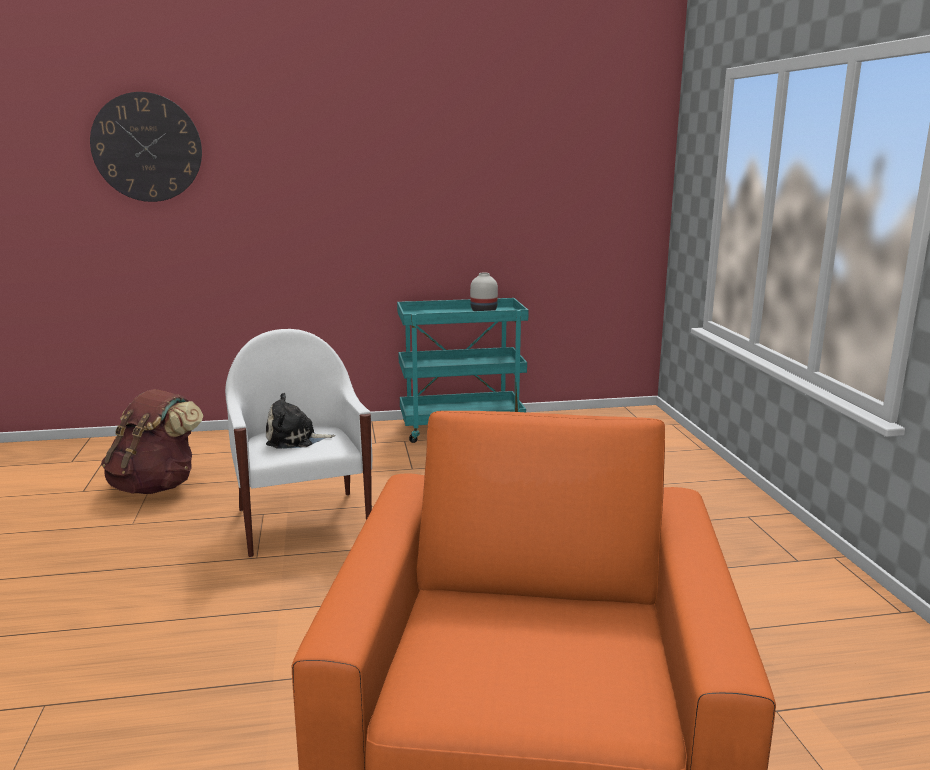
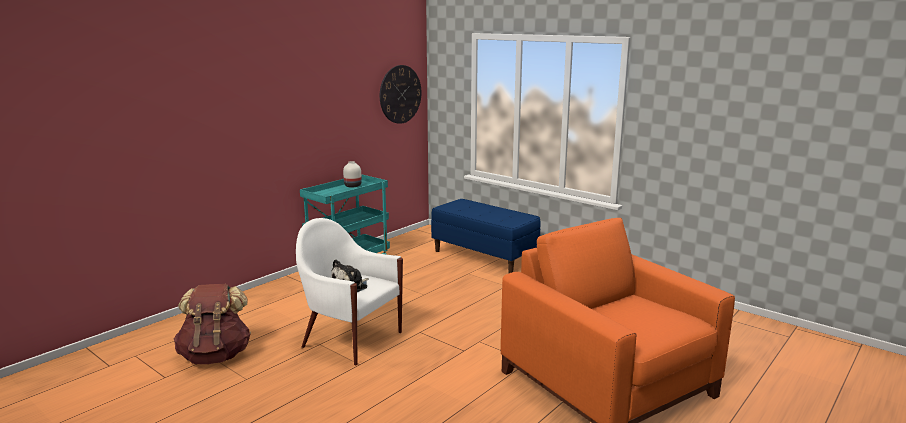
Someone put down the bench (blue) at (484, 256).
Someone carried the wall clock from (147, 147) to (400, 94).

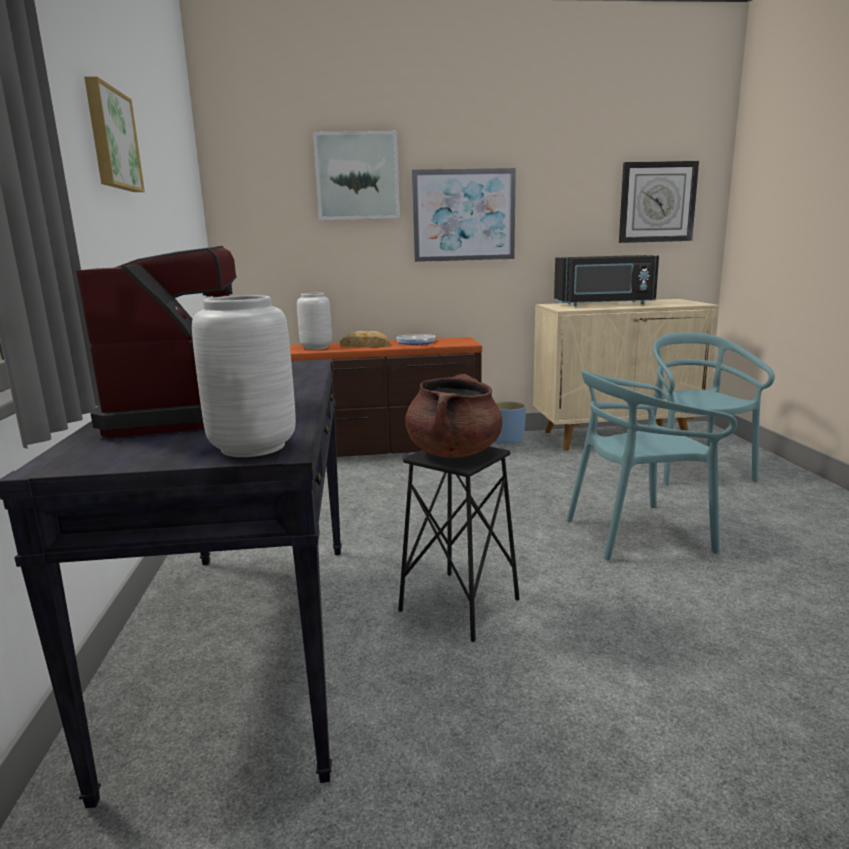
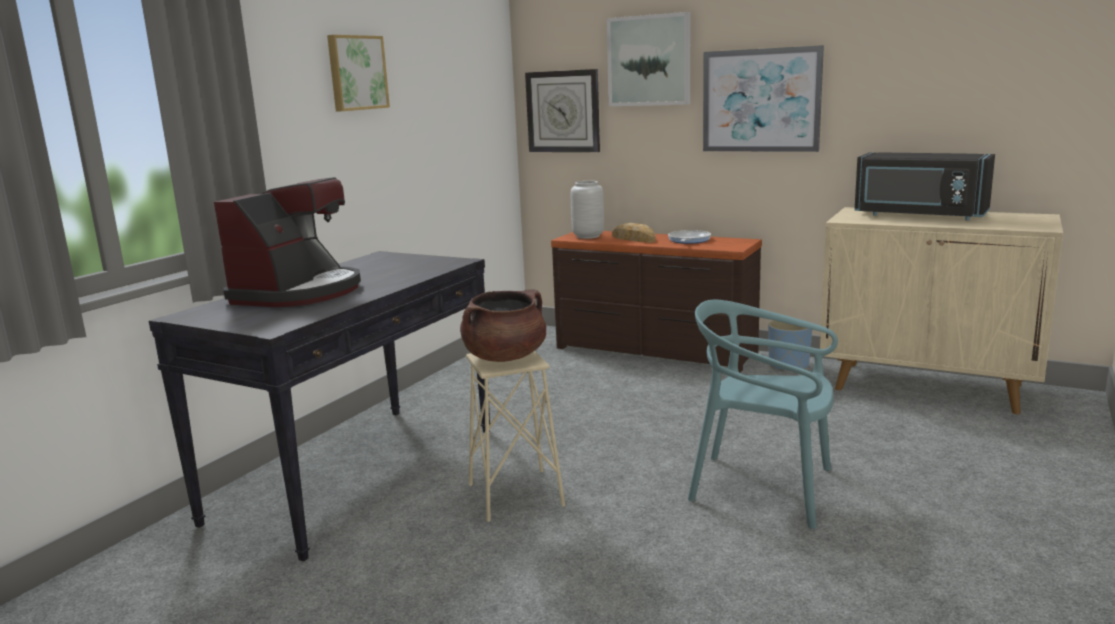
Someone took away the vase (grey) at (252, 448).
Someone took away the chair (turquoise) at (692, 468).
Someone carried the wall clock from (657, 202) to (563, 111).
Someone repainted the stool (black) at (460, 605), which became the stool (beige) at (516, 495).

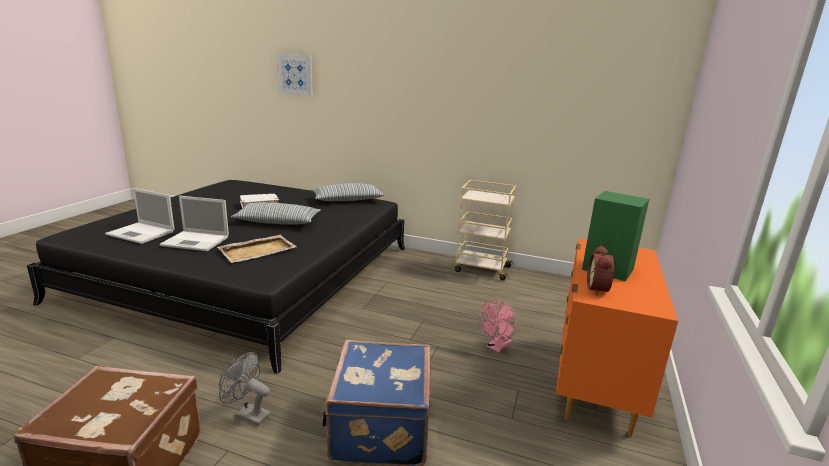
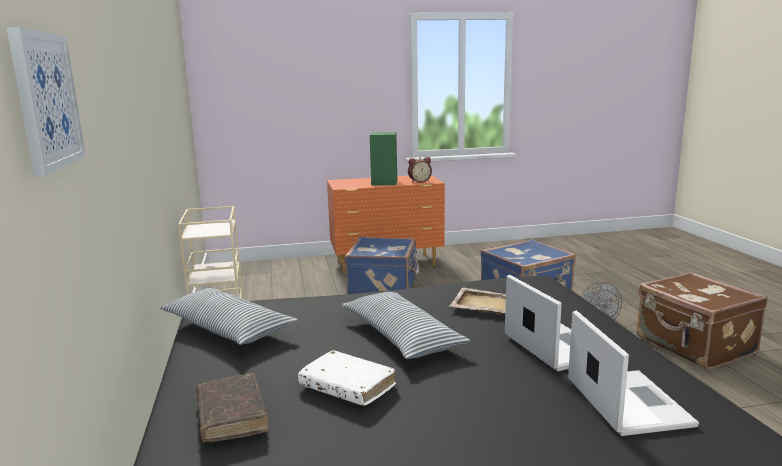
Someone put down the book (brown) at (231, 416).
Someone swapped the fan (pink) at (497, 347) for the suitcase (blue) at (384, 290).

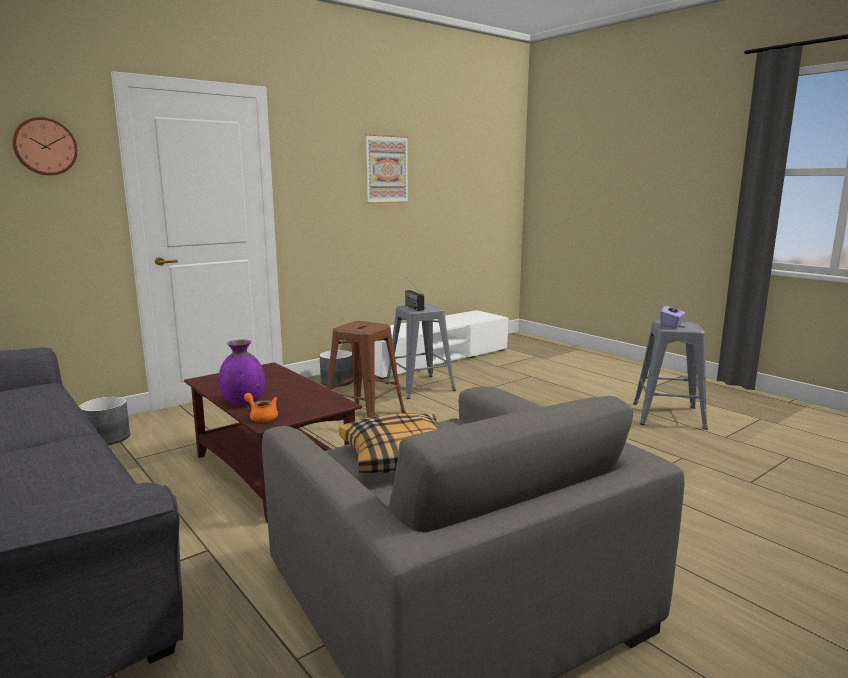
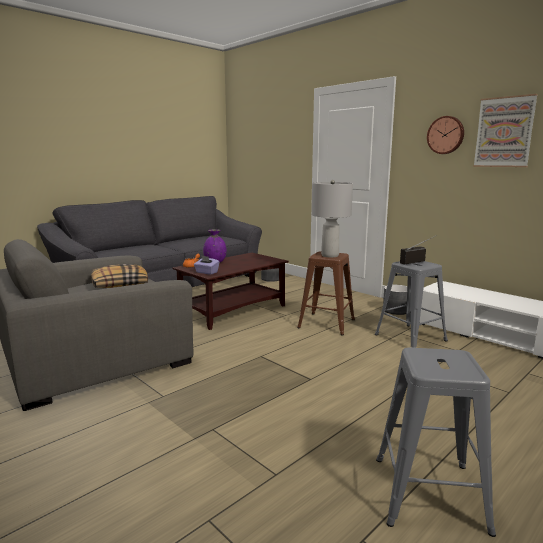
Someone put down the table lamp (grey) at (330, 255).
Someone carried the wall clock from (45, 146) to (446, 135).
Someone carried the tissue box (purple) from (671, 325) to (206, 272).

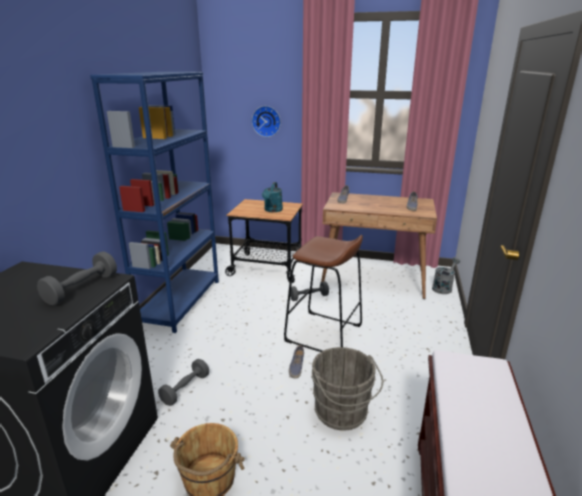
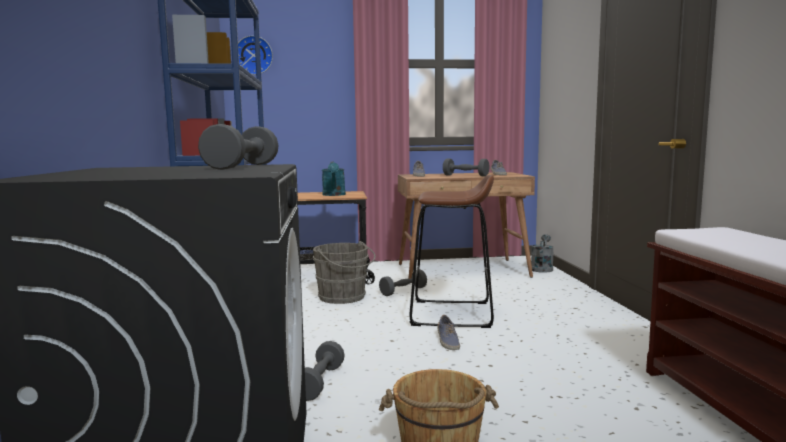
Someone put down the dumbbell (grey) at (465, 175).
Someone carried the wall clock from (266, 121) to (254, 55).
Someone carried the bucket (grey) from (342, 413) to (344, 297).

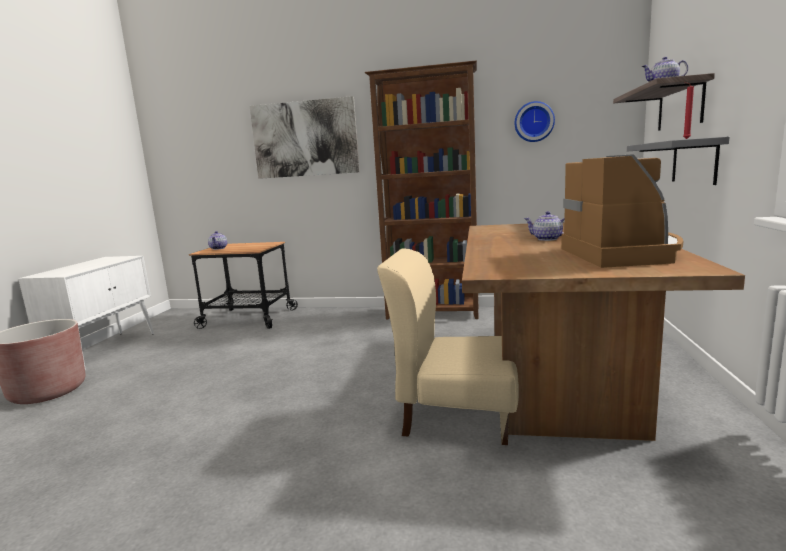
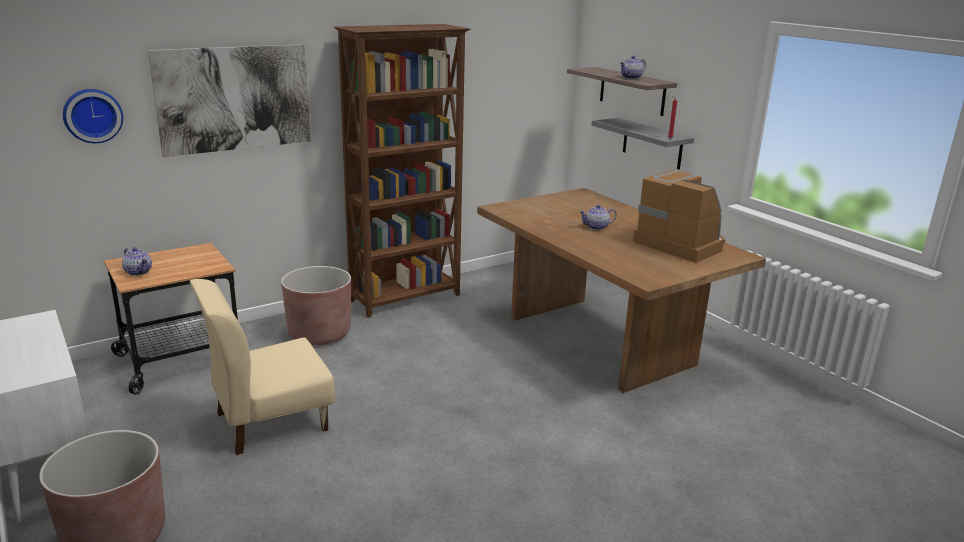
Someone put down the planter (brown) at (319, 334).
Someone carried the chair (beige) from (456, 415) to (270, 421).
Someone carried the wall clock from (534, 122) to (92, 115).

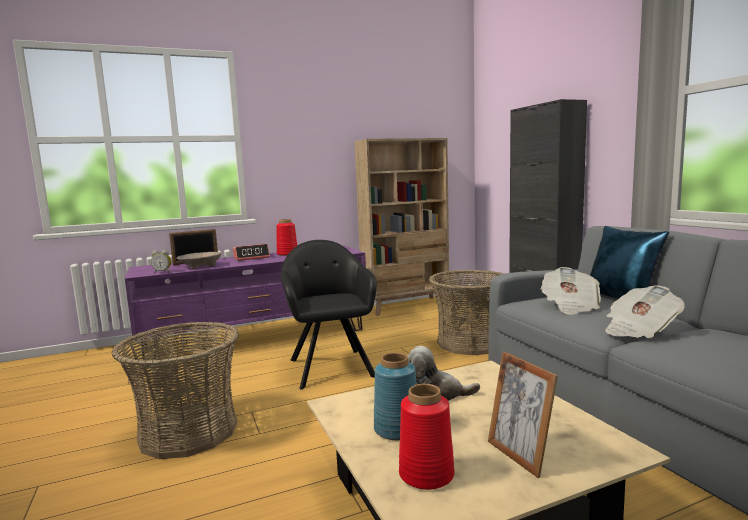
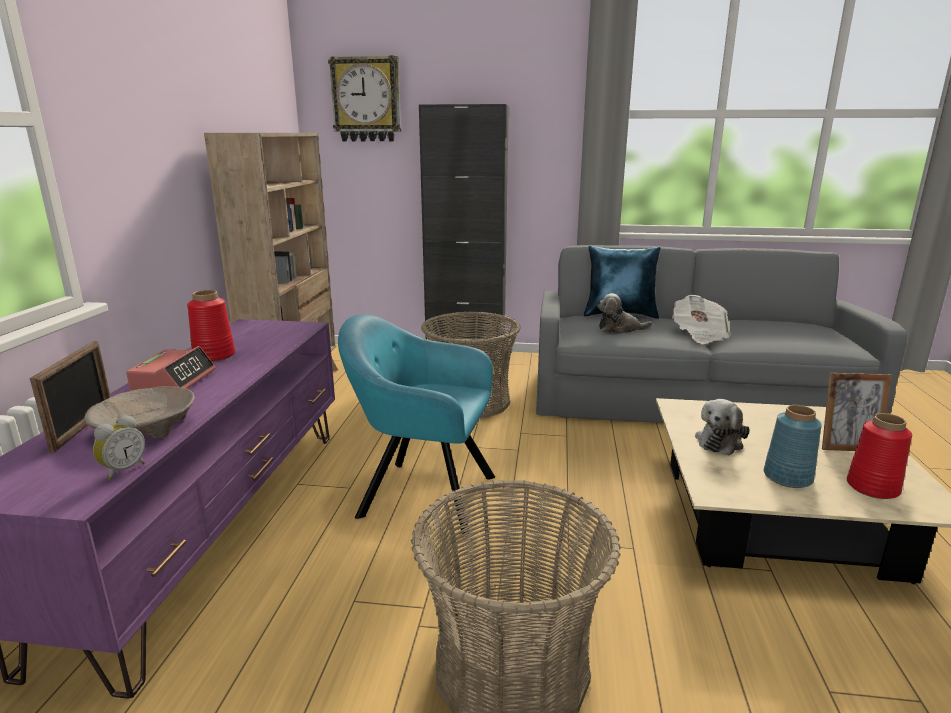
Someone put up the wall clock at (367, 100).
Someone swapped the newspaper at (570, 306) for the plush toy at (619, 329).
Someone repainted the armchair (black) at (330, 366), which became the armchair (turquoise) at (422, 495).

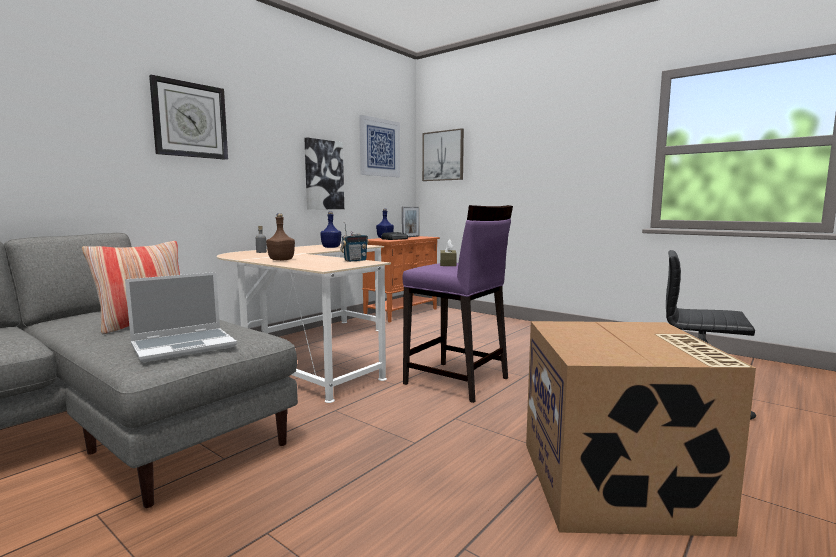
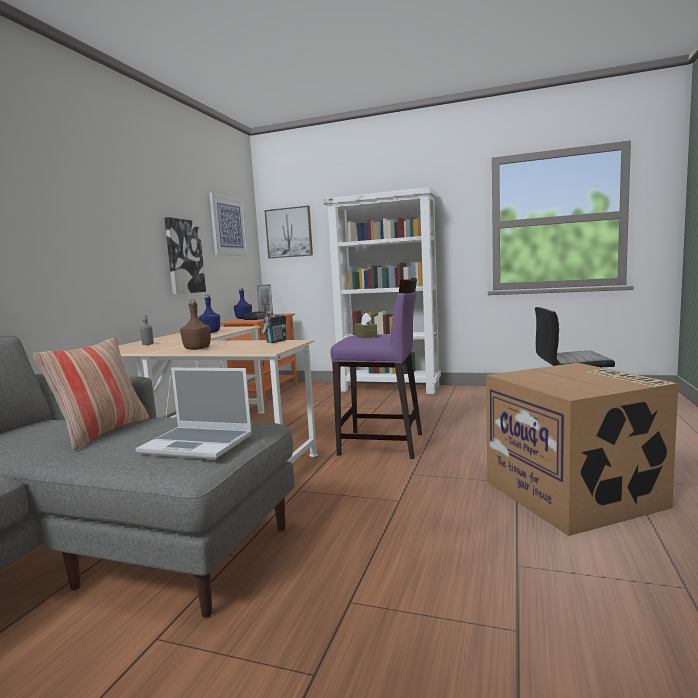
Someone took away the wall clock at (190, 120).
Someone put down the bookcase (white) at (390, 388).
Someone rotated the laptop at (185, 346) by 75 degrees clockwise.

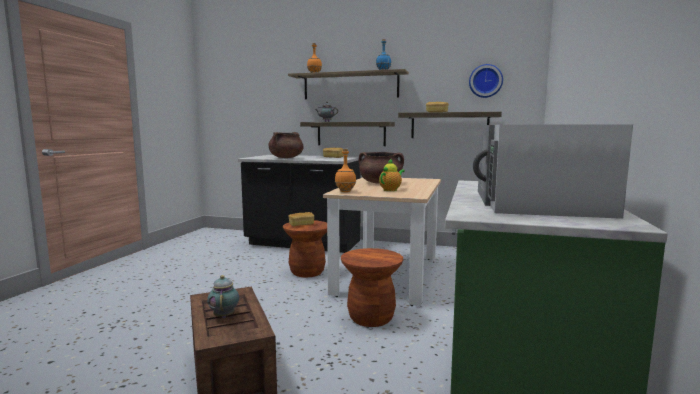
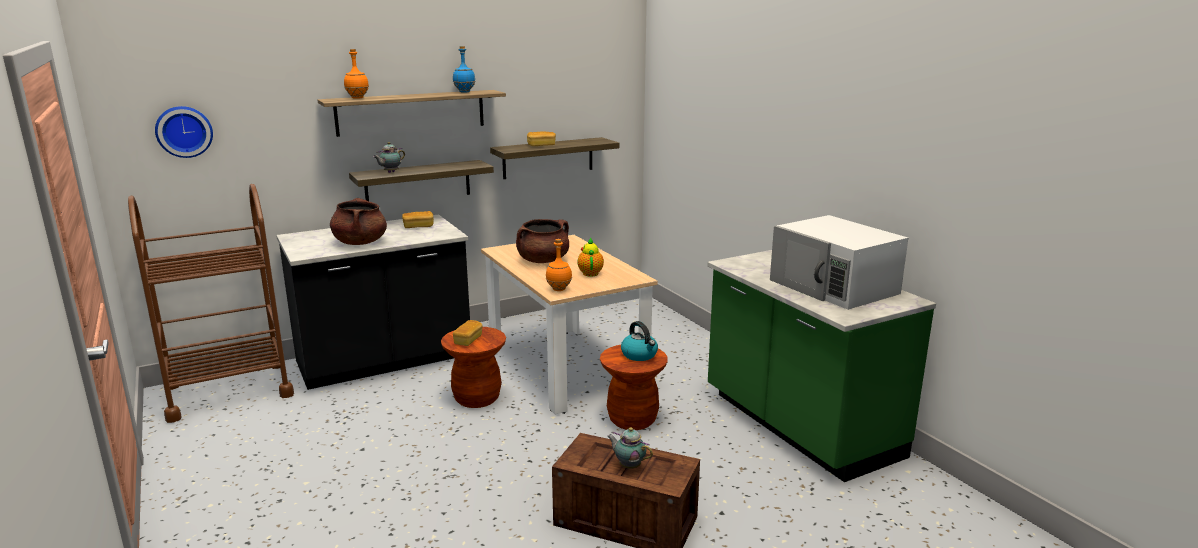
Someone put down the cart (brown) at (229, 391).
Someone put down the kettle at (640, 355).
Someone carried the wall clock from (485, 81) to (184, 131).

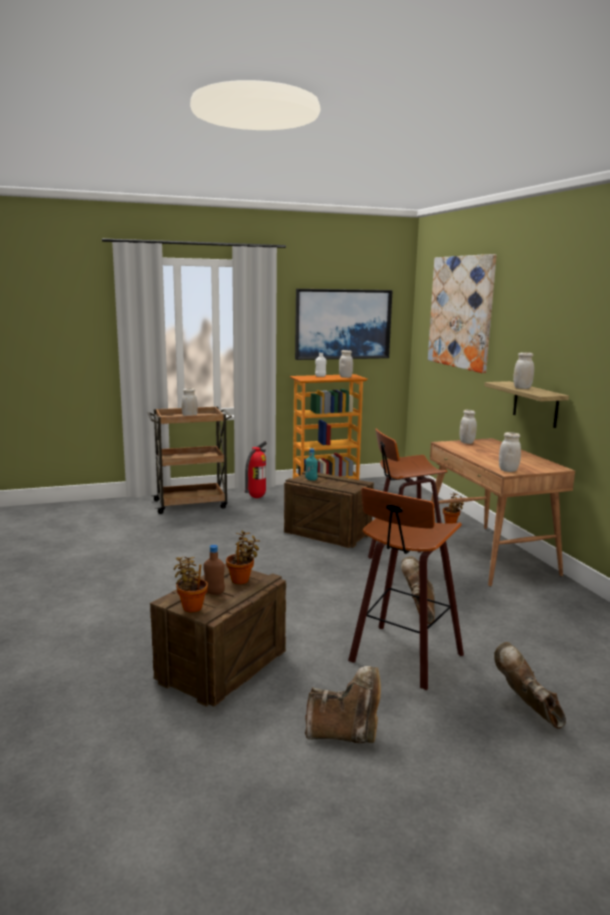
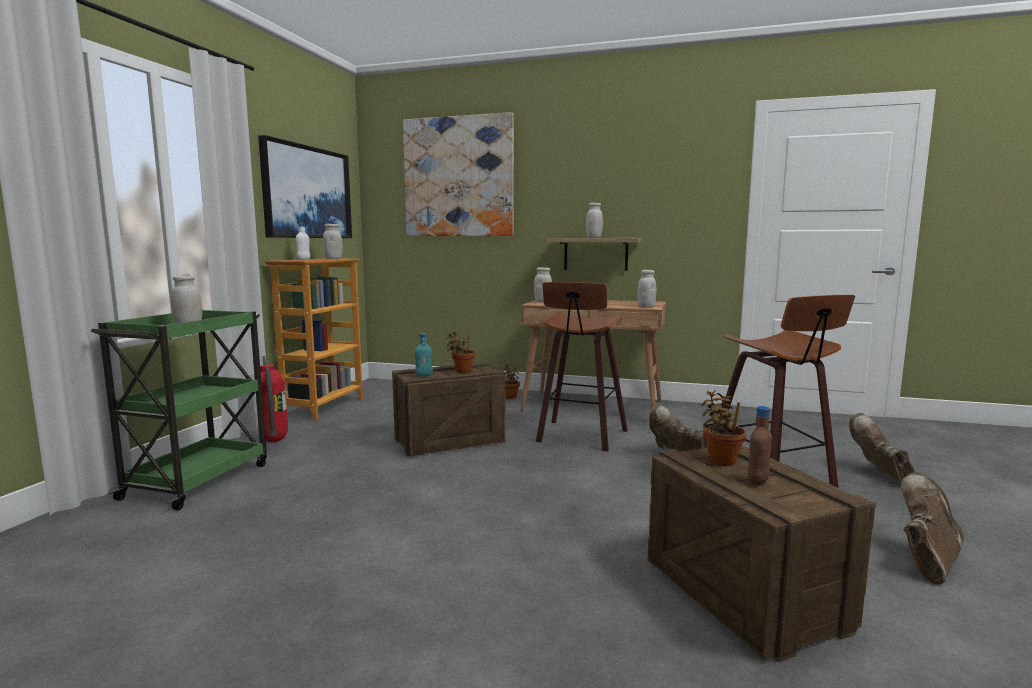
Someone carried the potted plant from (191, 606) to (461, 371).
Someone repainted the cart (brown) at (192, 504), which became the cart (green) at (199, 480).
Someone rotated the boot (brown) at (527, 710) by 75 degrees clockwise.

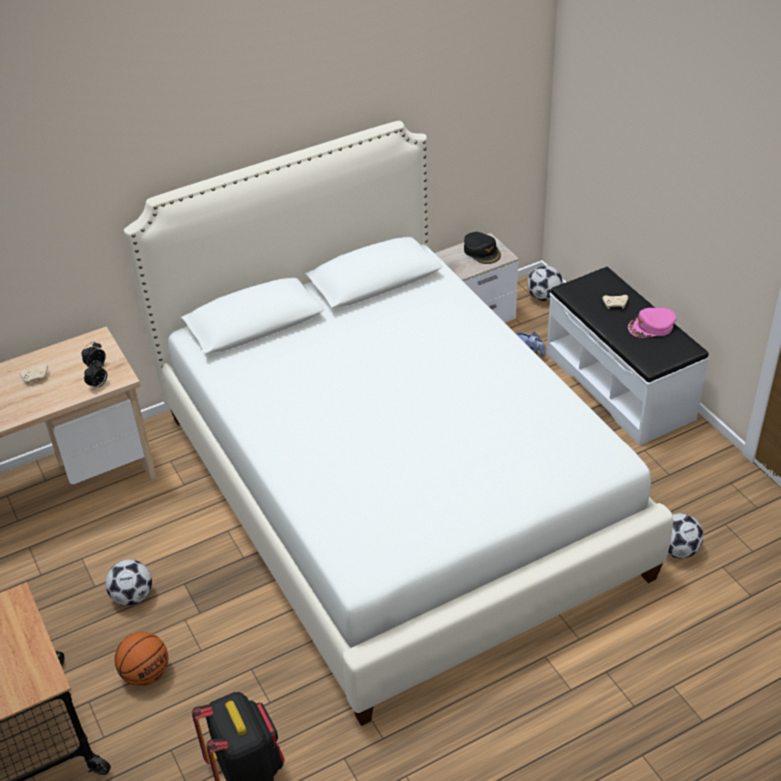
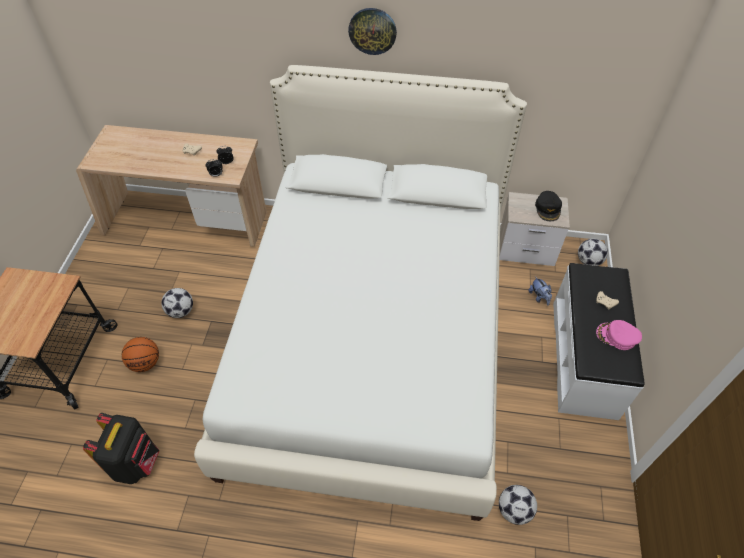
Someone put up the wall clock at (372, 31).

